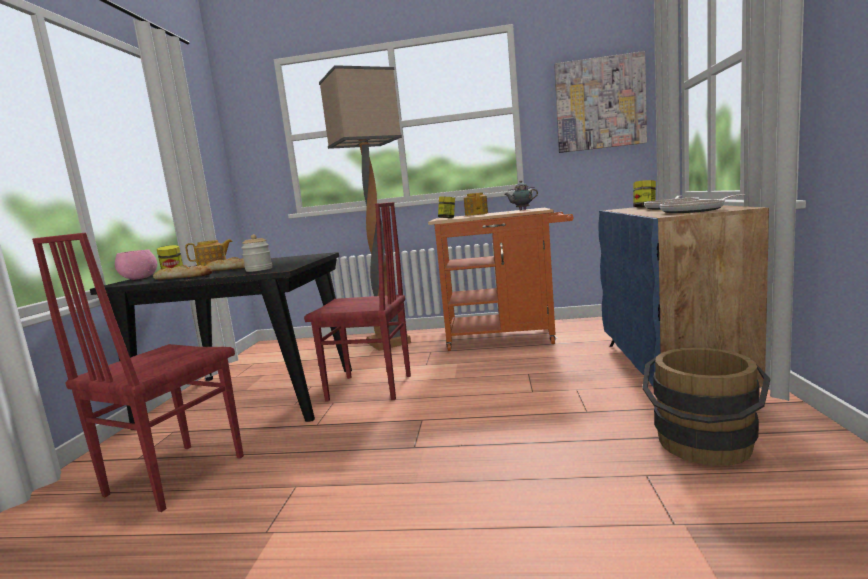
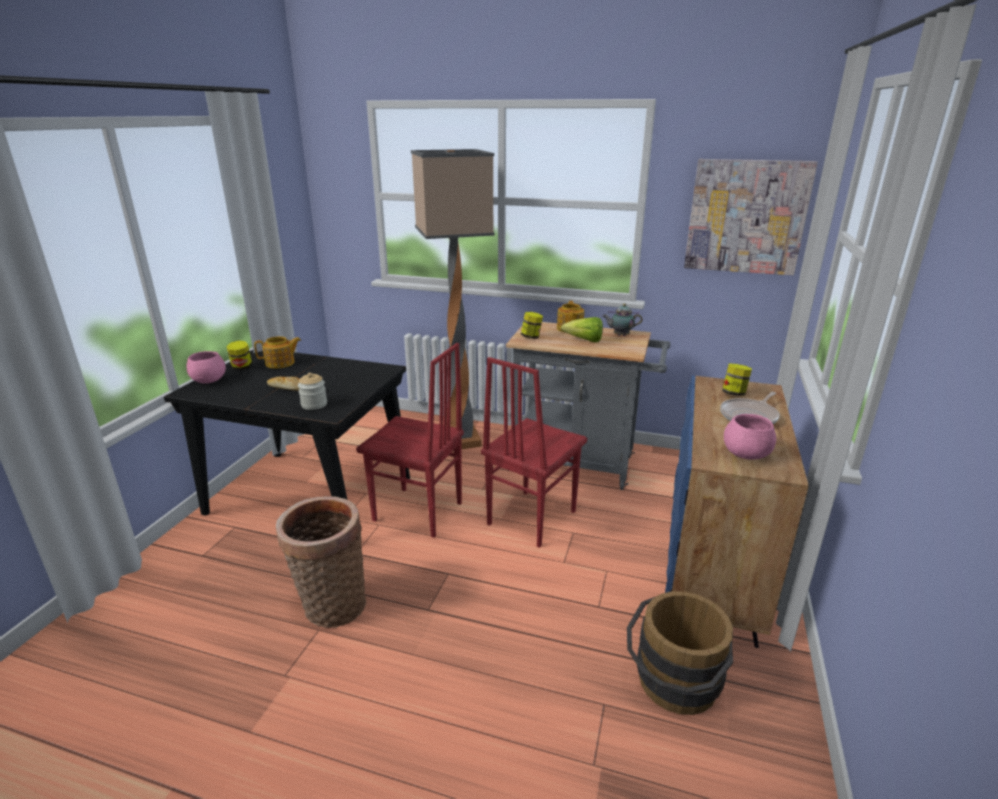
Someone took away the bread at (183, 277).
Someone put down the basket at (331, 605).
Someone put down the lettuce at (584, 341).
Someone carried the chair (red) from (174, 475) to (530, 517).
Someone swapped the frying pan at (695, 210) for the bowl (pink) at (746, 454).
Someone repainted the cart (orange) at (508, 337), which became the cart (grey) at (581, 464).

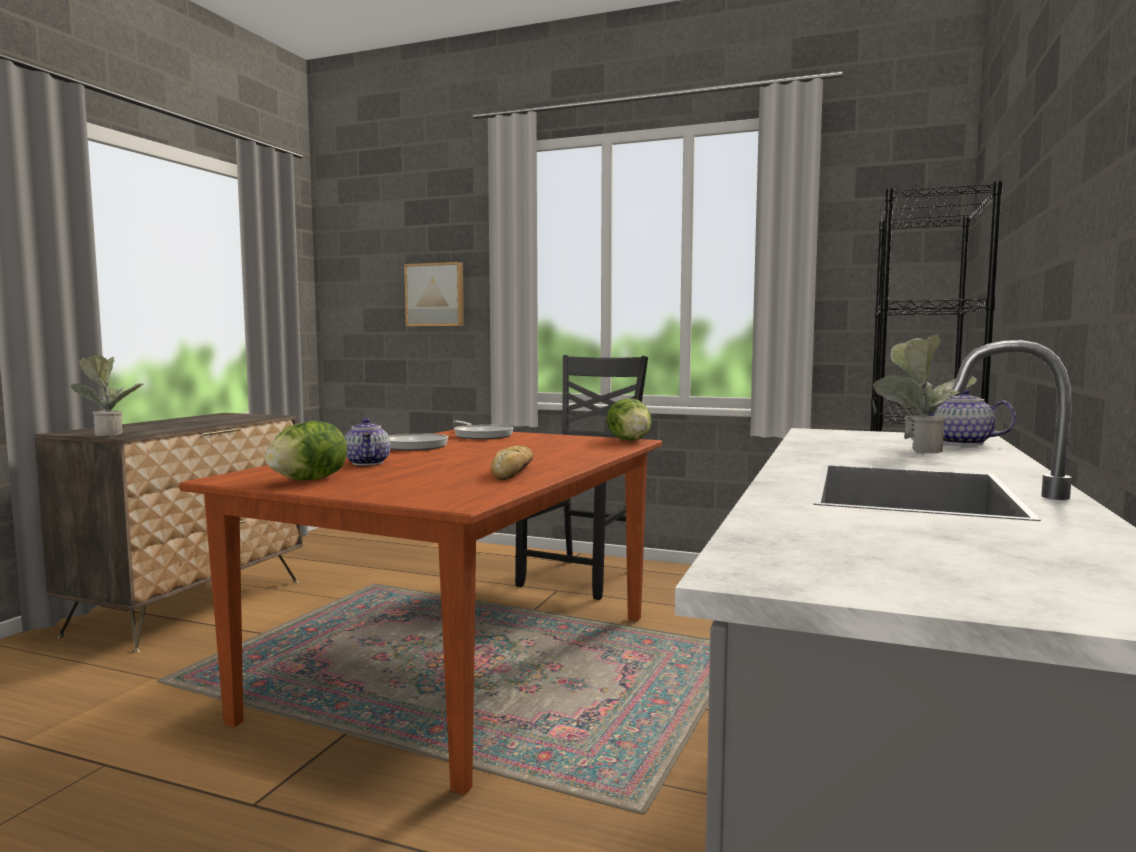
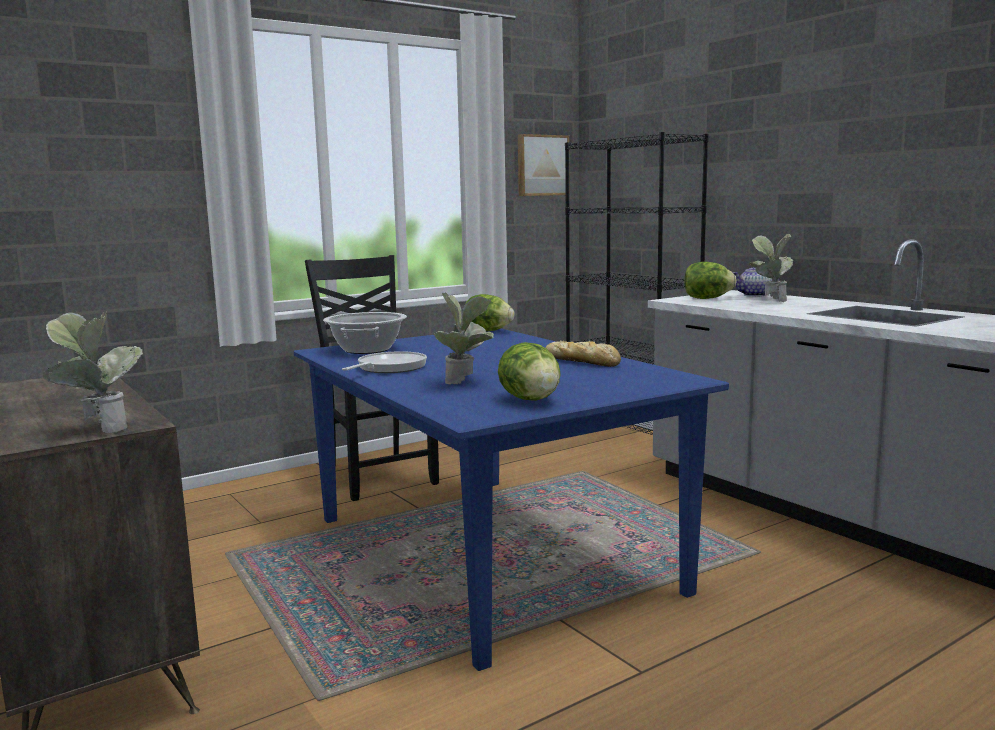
Someone put down the lettuce at (707, 298).
Someone carried the picture from (435, 295) to (541, 165).
Someone swapped the teapot at (368, 463) for the potted plant at (466, 382).
Someone swapped the frying pan at (482, 435) for the cooking pot at (366, 349).
Someone repainted the dining table (brown) at (464, 662), which became the dining table (blue) at (487, 553).

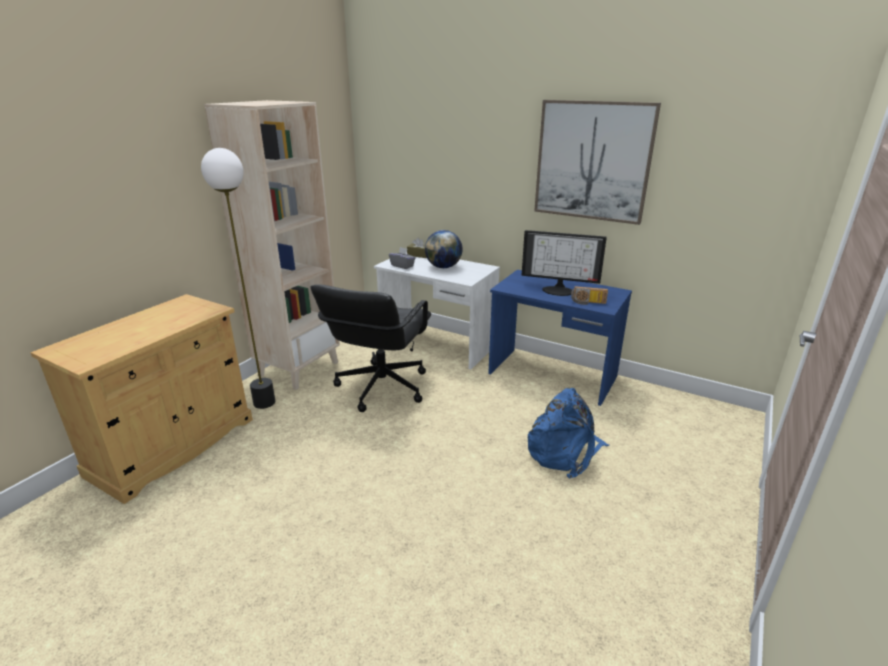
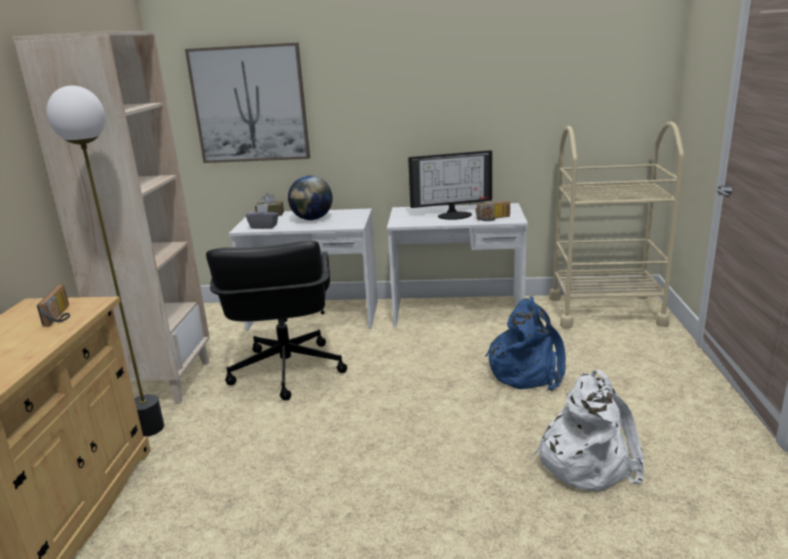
Someone put down the radio at (61, 315).
Someone put down the backpack (white) at (586, 461).
Someone put down the cart (beige) at (605, 311).
Someone carried the picture from (592, 161) to (250, 104).
Someone repainted the desk (blue) at (552, 376), which became the desk (white) at (458, 312).

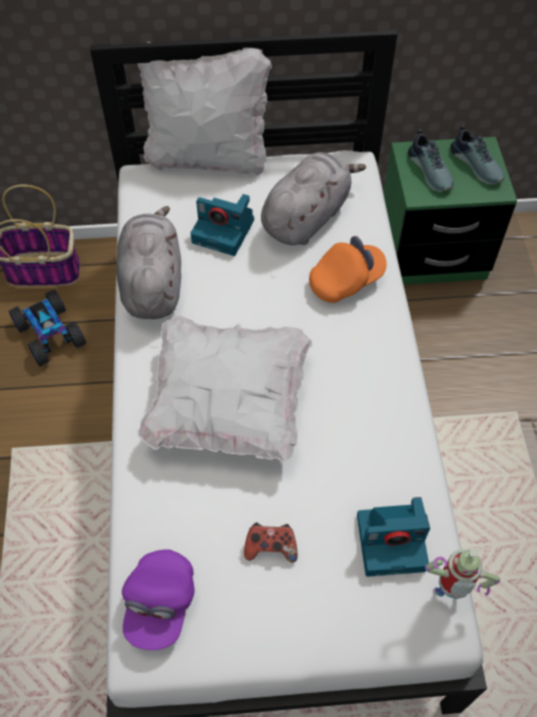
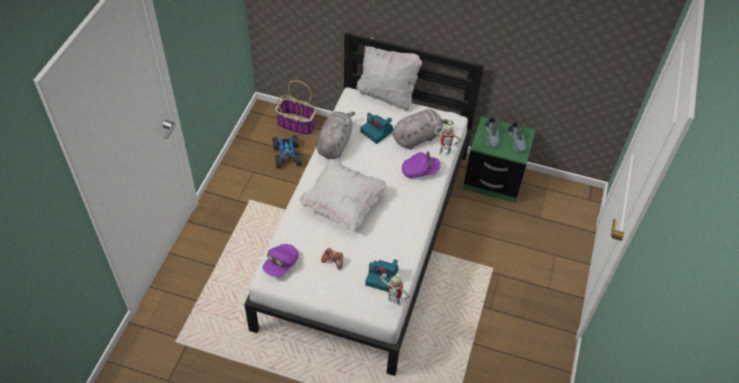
Someone put down the toy robot at (444, 154).
Someone repainted the cap (orange) at (346, 281), which became the cap (purple) at (420, 171).

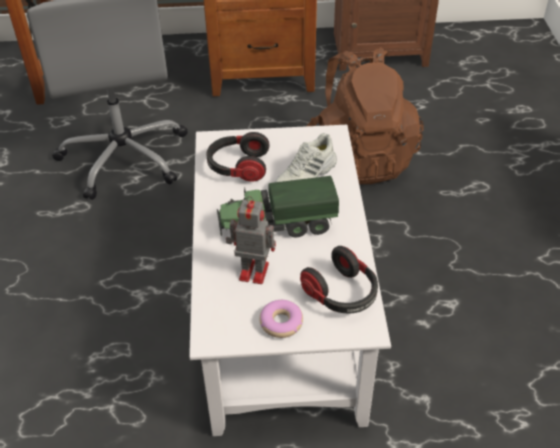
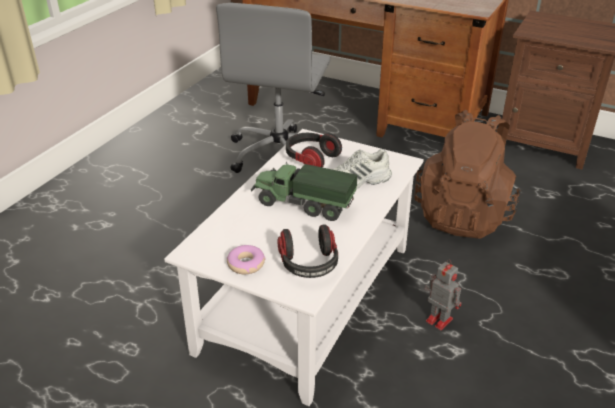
Someone carried the toy robot from (252, 271) to (438, 319).

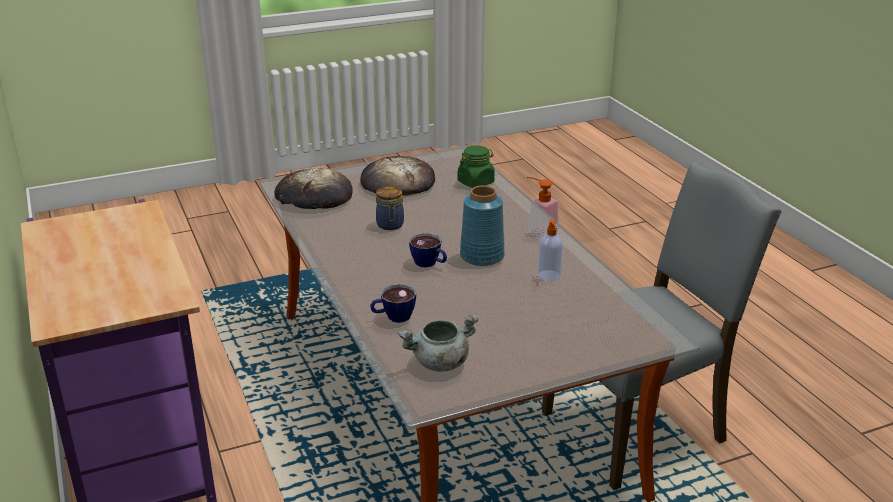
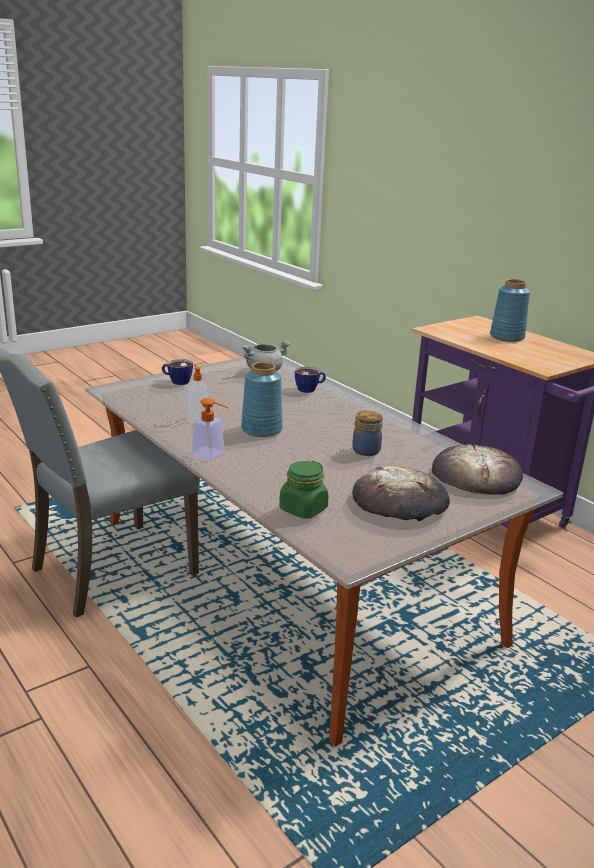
Someone put down the vase (blue) at (506, 337).
Someone carried the cup from (429, 264) to (176, 381).

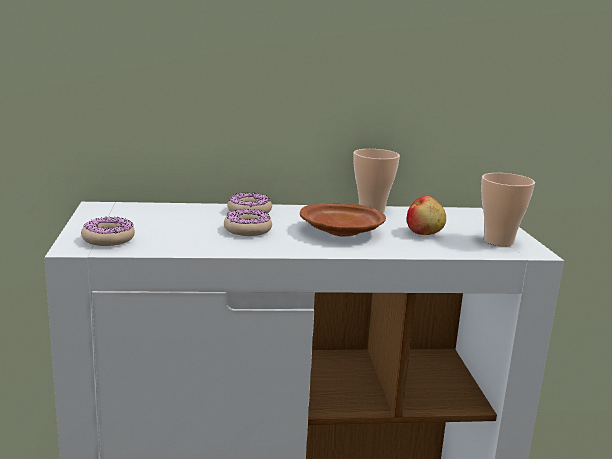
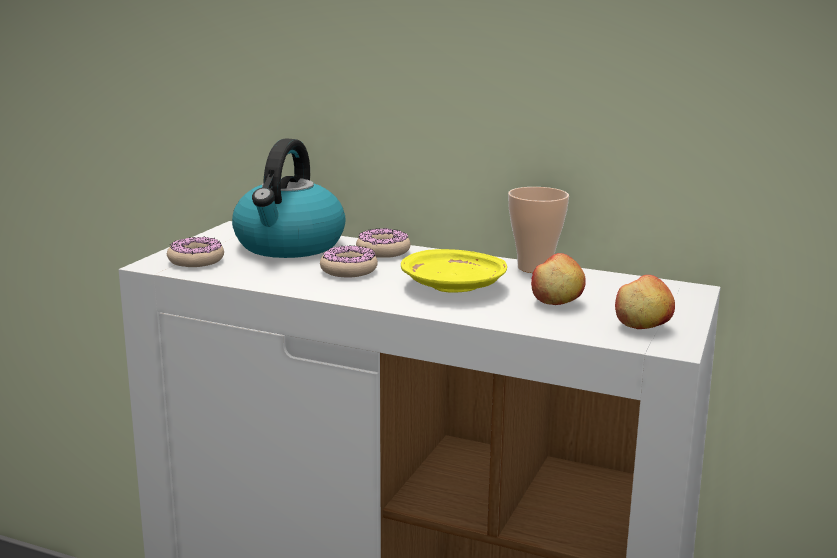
Someone put down the kettle at (289, 246).
Someone swapped the cup at (499, 241) for the apple at (643, 327).
Someone repainted the plate (brown) at (342, 231), which became the plate (yellow) at (454, 287).

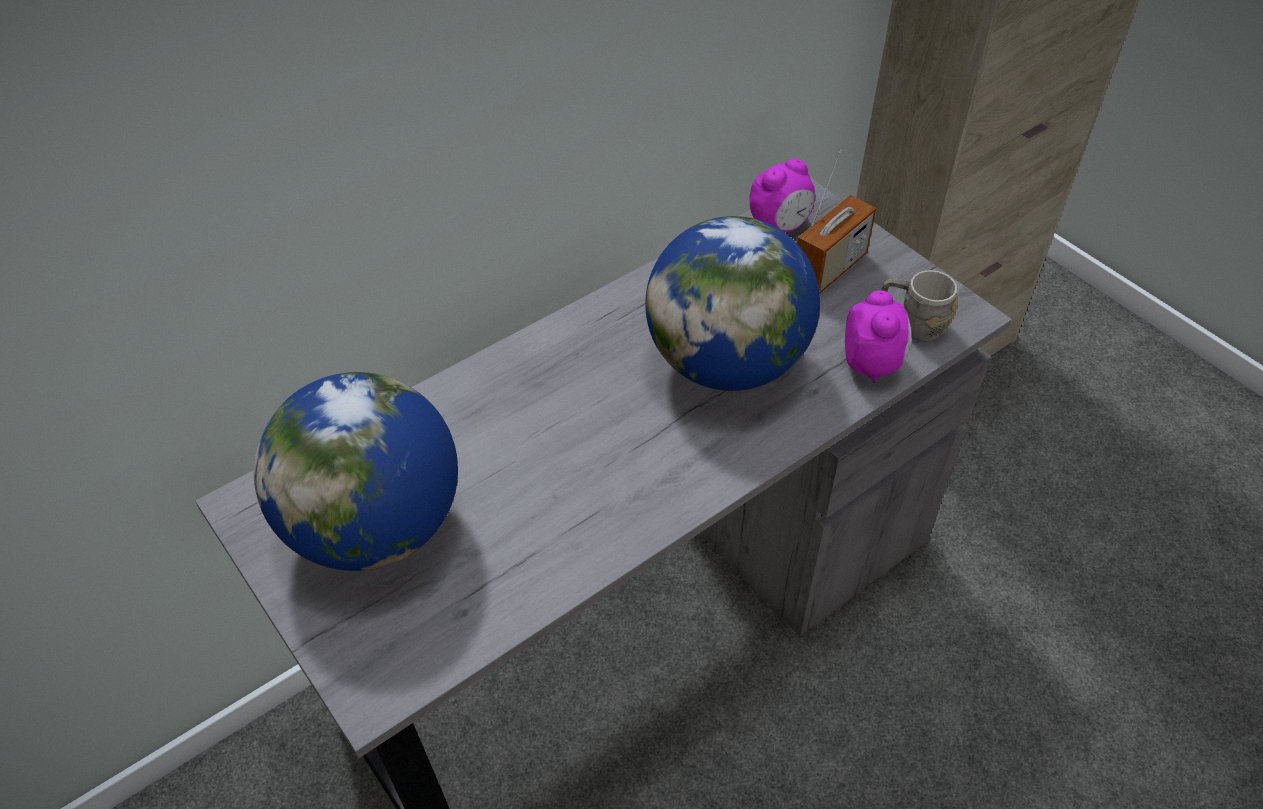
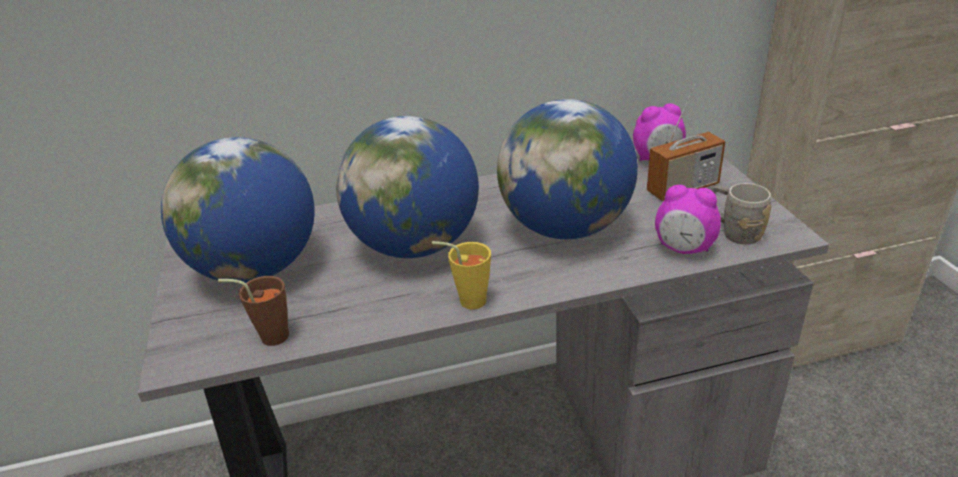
Someone put down the cup (brown) at (268, 336).
Someone put down the globe at (415, 245).
Someone put down the cup (yellow) at (466, 300).
Someone rotated the alarm clock at (871, 364) by 90 degrees clockwise.

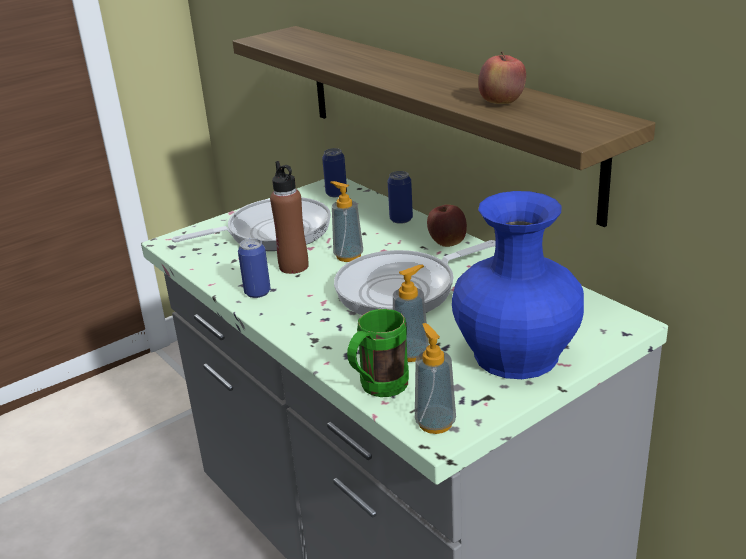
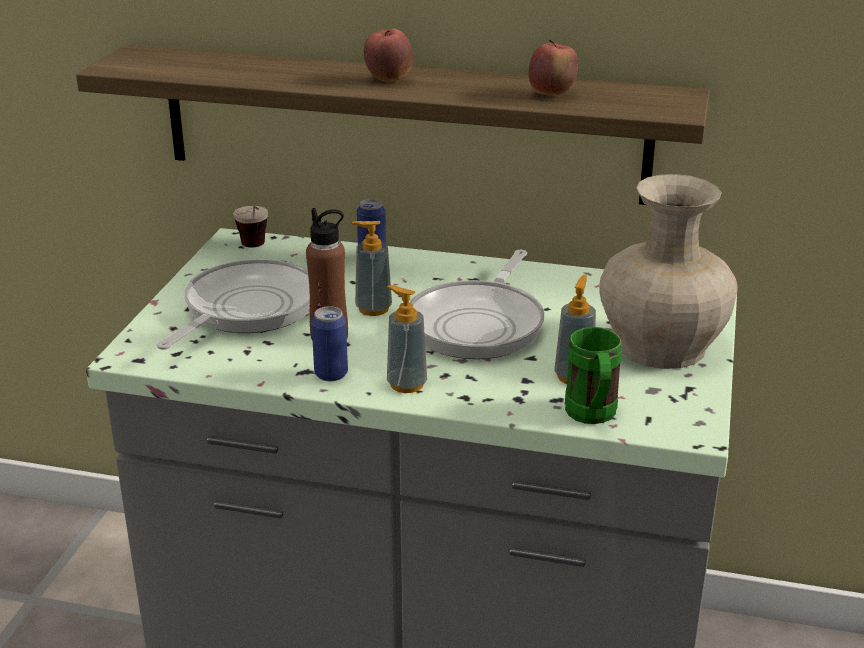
Someone carried the soap dispenser from (435, 423) to (406, 384).
Someone carried the apple from (447, 243) to (388, 80).
Someone swapped the can at (336, 194) for the cup at (255, 249).
Someone repainted the vase (blue) at (518, 355), which became the vase (beige) at (663, 346).

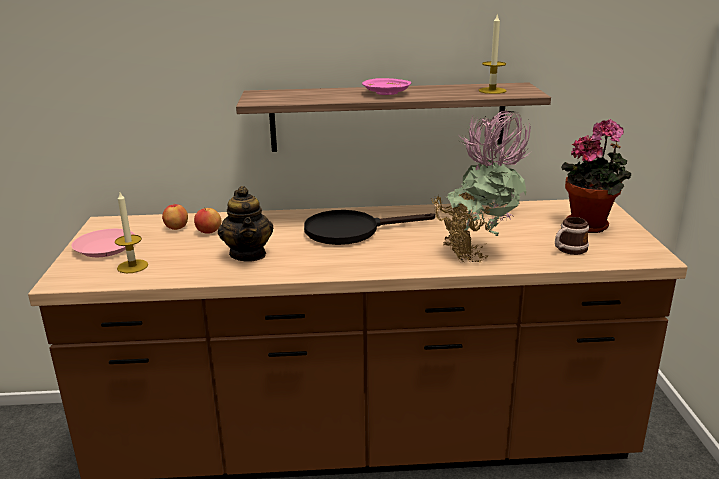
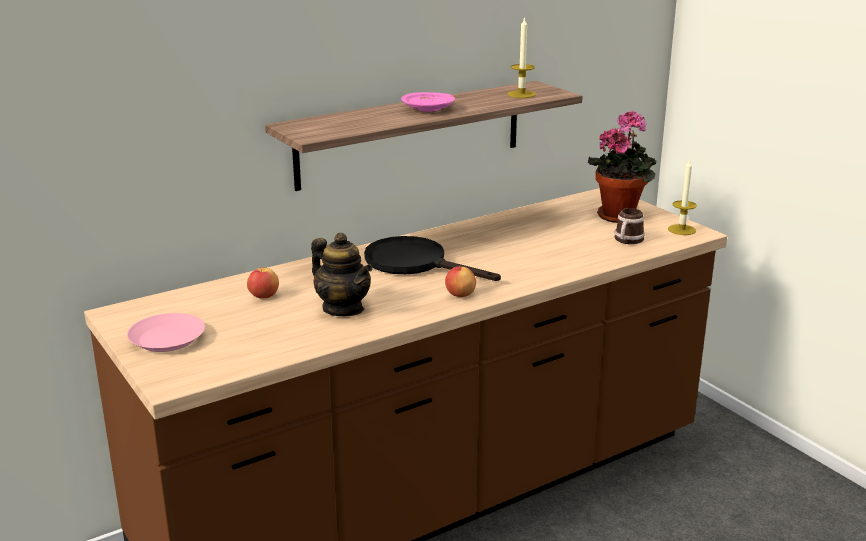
Someone took away the potted plant at (478, 253).
Someone carried the candle from (132, 266) to (681, 230).
Someone carried the apple from (176, 228) to (460, 295).
Someone rotated the frying pan (black) at (352, 231) by 75 degrees clockwise.

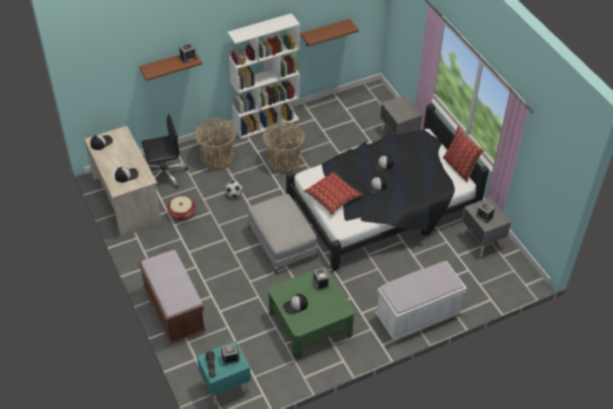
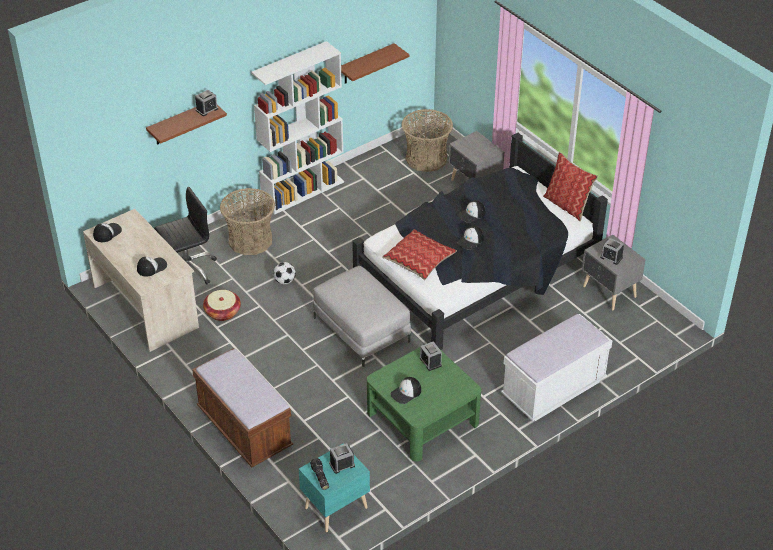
Someone carried the basket from (284, 161) to (426, 158).

